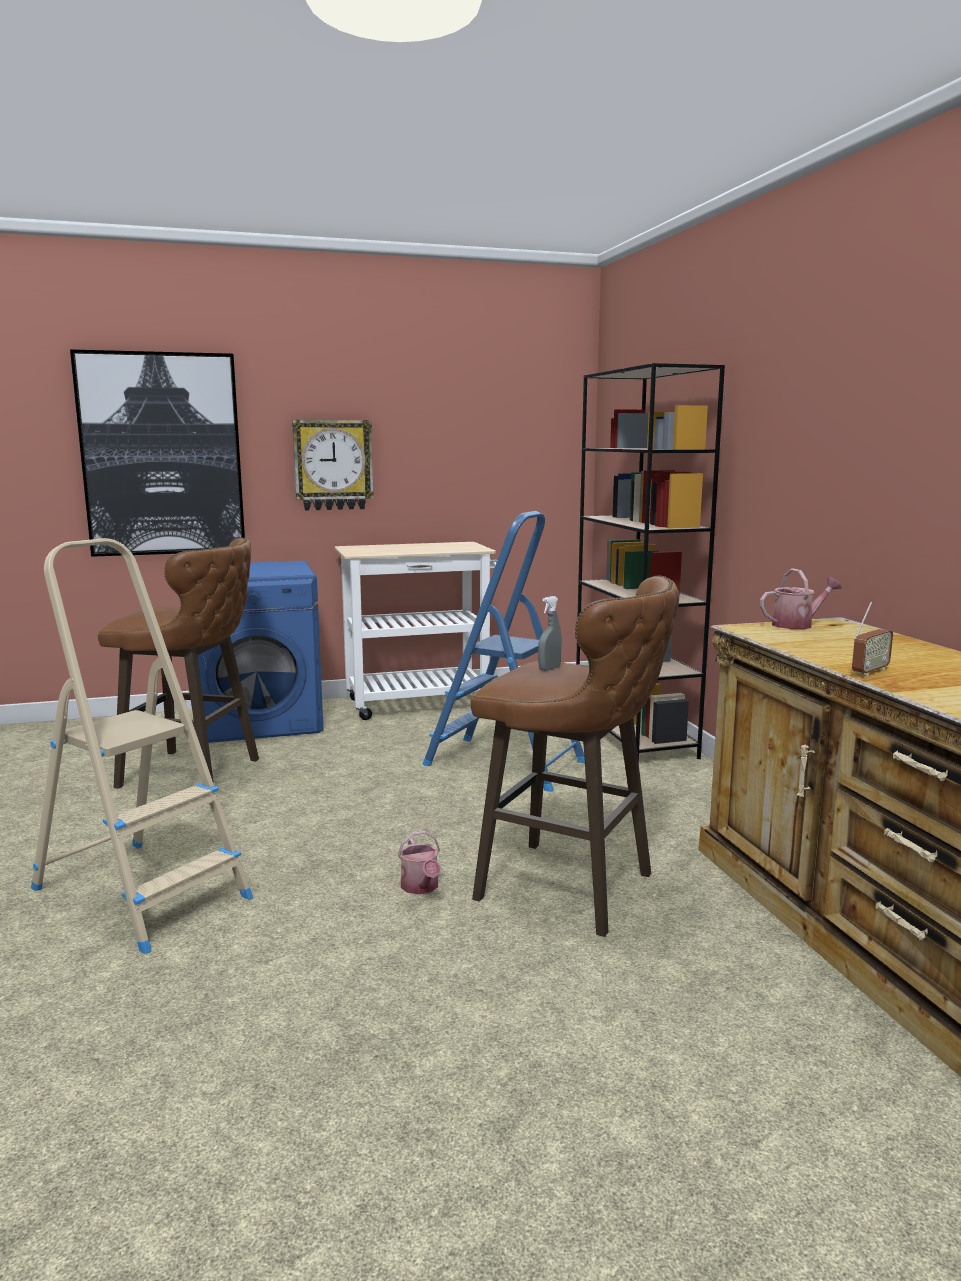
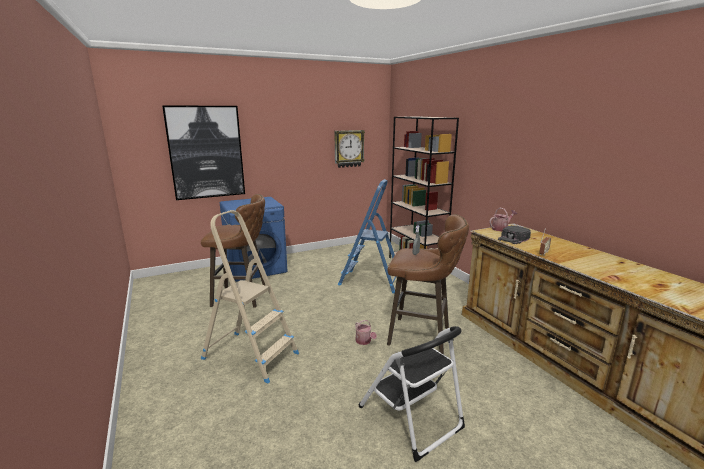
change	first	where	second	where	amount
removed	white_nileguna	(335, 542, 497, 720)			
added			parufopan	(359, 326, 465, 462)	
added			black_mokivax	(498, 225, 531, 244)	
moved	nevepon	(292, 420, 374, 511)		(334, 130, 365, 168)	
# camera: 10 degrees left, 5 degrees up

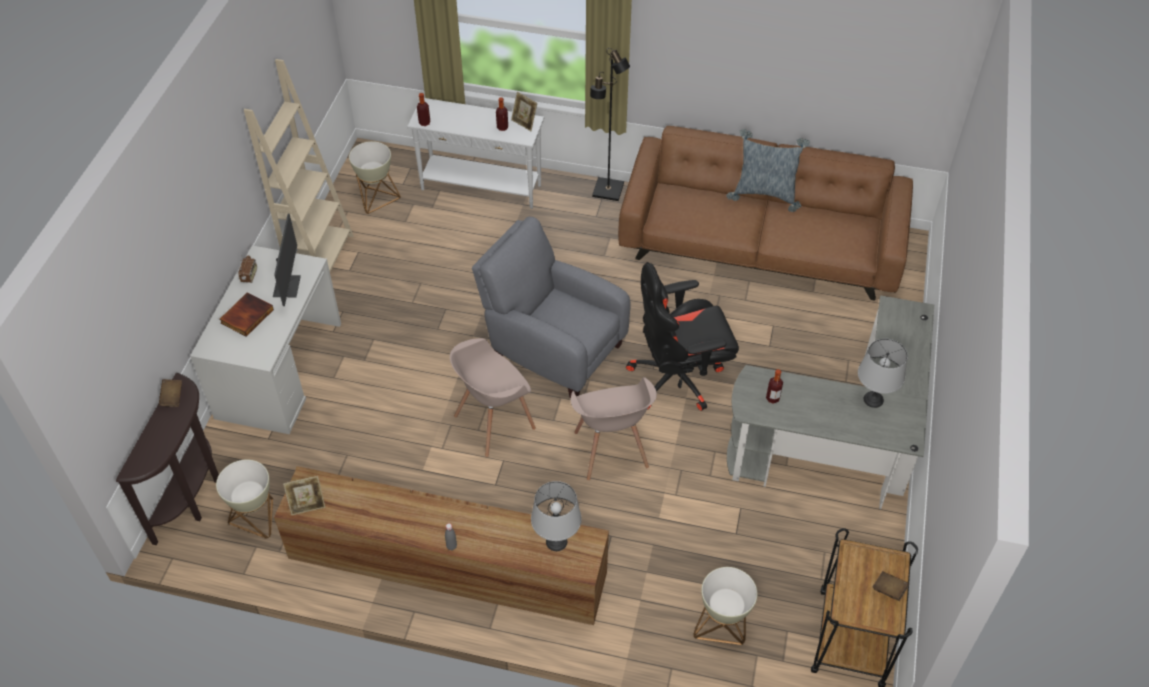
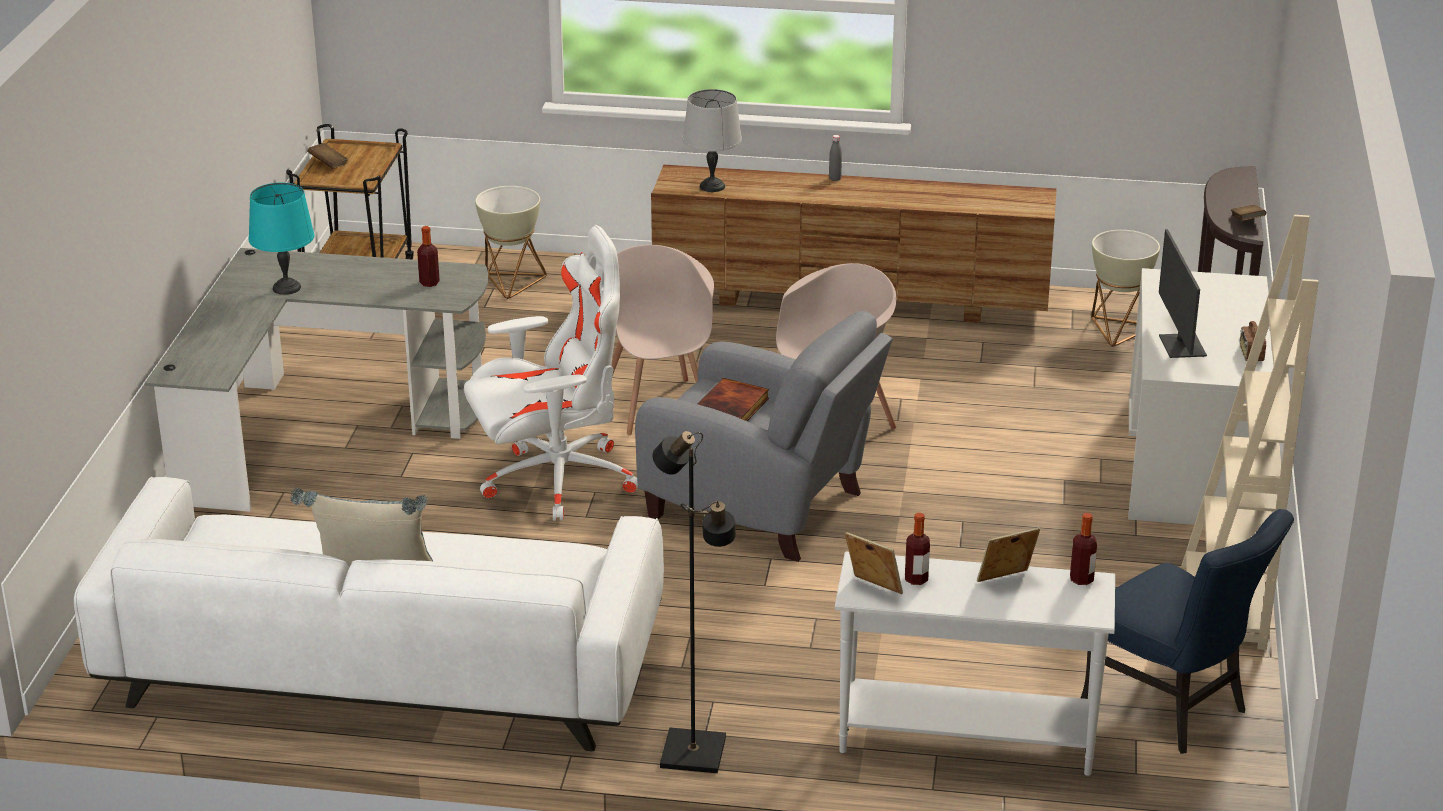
change	first	where	second	where	amount
moved	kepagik	(220, 293, 274, 337)		(697, 378, 769, 421)	
moved	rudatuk	(283, 476, 325, 515)		(977, 527, 1040, 582)	
replaced	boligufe	(349, 141, 401, 214)	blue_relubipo	(1081, 509, 1294, 754)	
recoloured	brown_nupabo	(618, 126, 913, 300)	white_nupabo	(74, 477, 664, 751)	
recoloured	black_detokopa	(626, 262, 739, 411)	white_detokopa	(464, 225, 638, 521)	
recoloured	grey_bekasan	(858, 339, 908, 408)	turquoise_bekasan	(248, 183, 314, 295)	
# camera: 175 degrees right, 20 degrees down

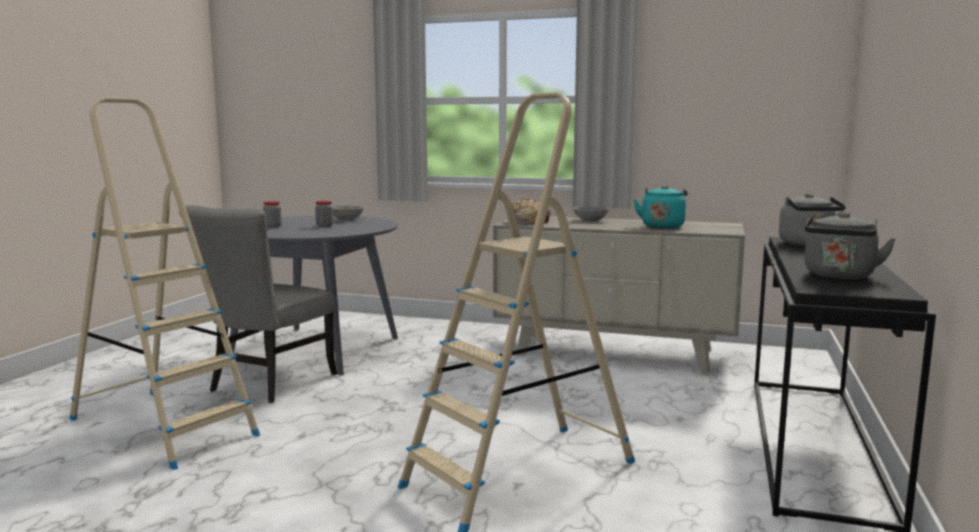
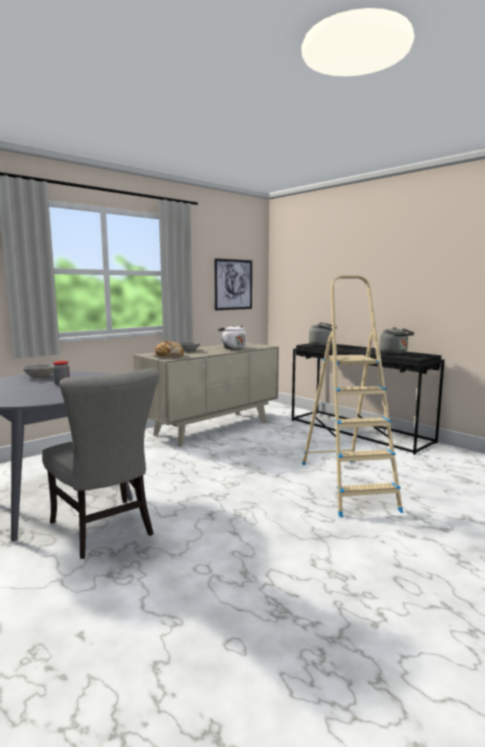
change	first	where	second	where	amount
removed	beige_parufopan	(69, 97, 260, 470)			
removed	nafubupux	(263, 201, 282, 228)			
added			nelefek	(214, 258, 252, 310)	
recoloured	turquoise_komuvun	(633, 186, 688, 229)	white_komuvun	(218, 325, 247, 349)	
# camera: 60 degrees left, 0 degrees up

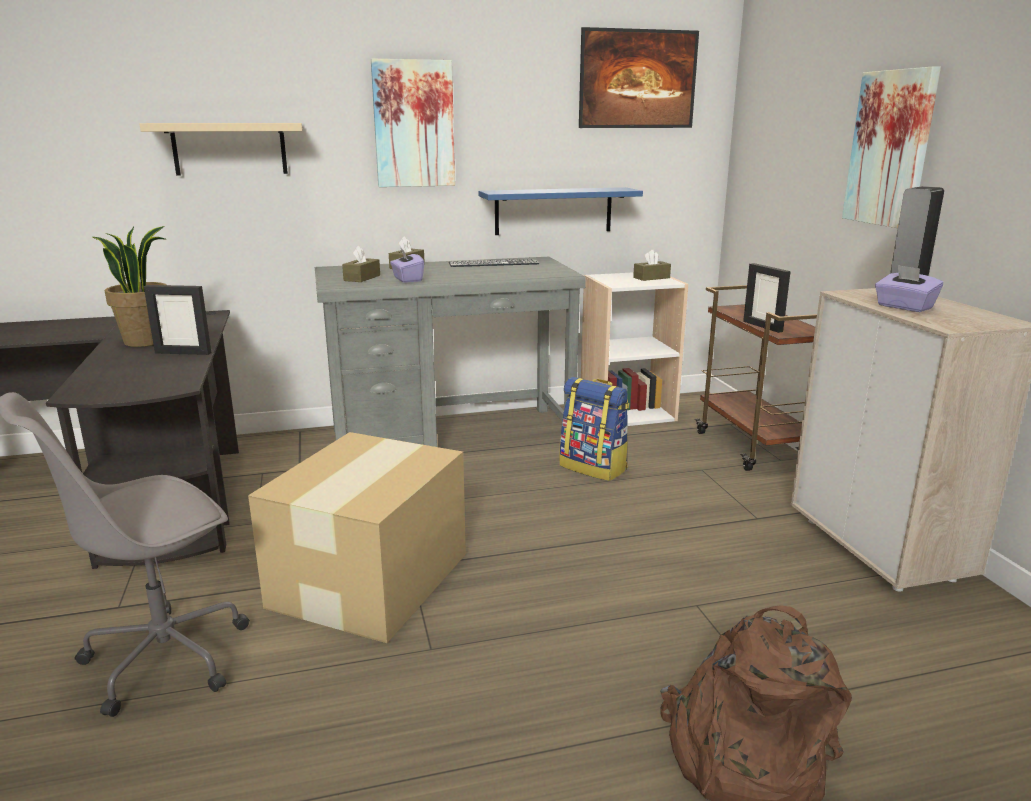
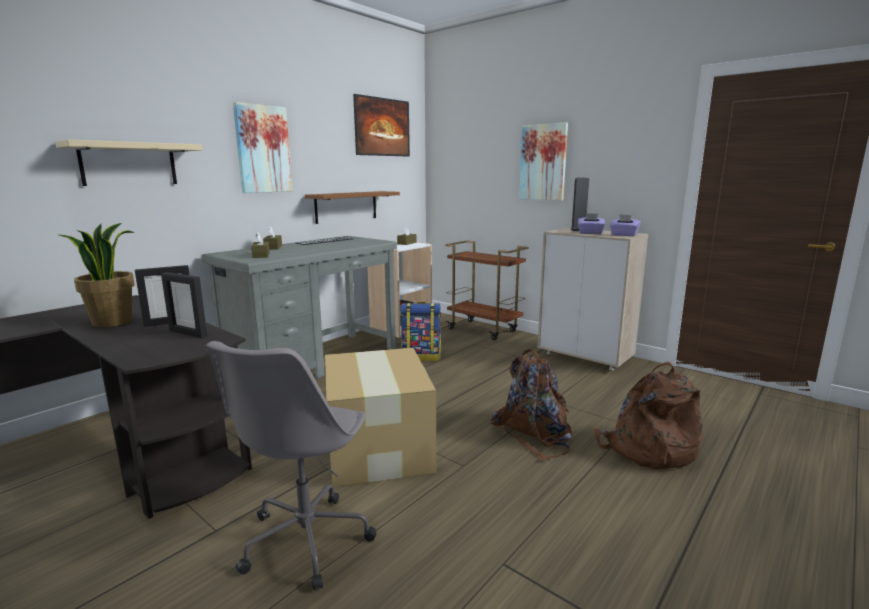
change	first	where	second	where	amount
added			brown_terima	(490, 349, 572, 461)	
moved	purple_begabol	(390, 249, 424, 283)		(610, 214, 641, 236)	
moved	rudatuk	(743, 263, 791, 333)		(161, 272, 207, 338)	
recoloured	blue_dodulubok	(479, 187, 643, 235)	brown_dodulubok	(305, 191, 400, 224)	
# camera: 35 degrees left, 5 degrees down

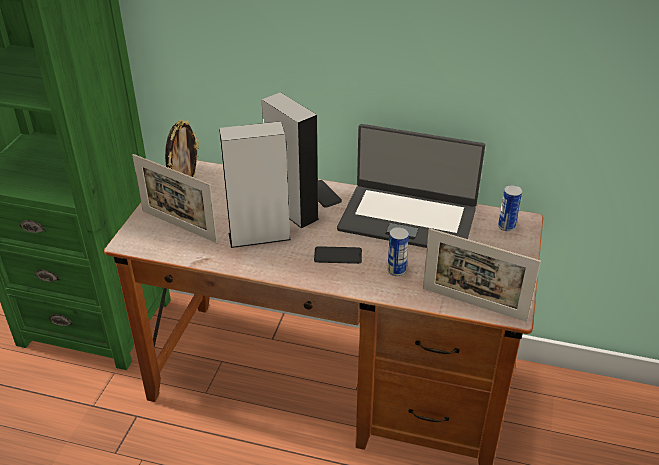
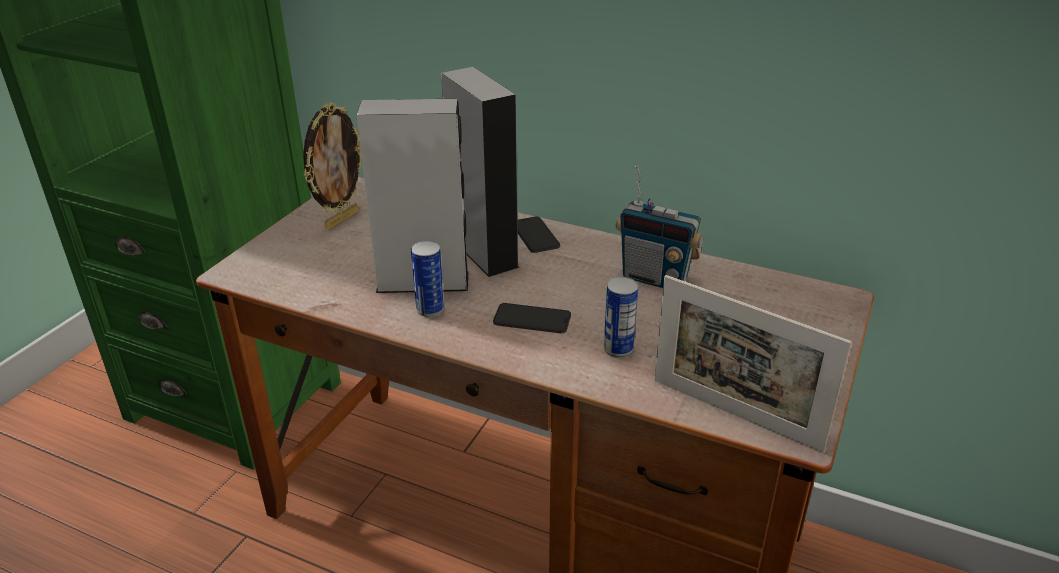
change	first	where	second	where	amount
removed	rudatuk	(132, 154, 217, 243)			
moved	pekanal	(498, 185, 522, 232)		(411, 240, 444, 317)	
replaced	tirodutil	(337, 124, 485, 248)	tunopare	(616, 165, 704, 288)	
# camera: 10 degrees right, 5 degrees down

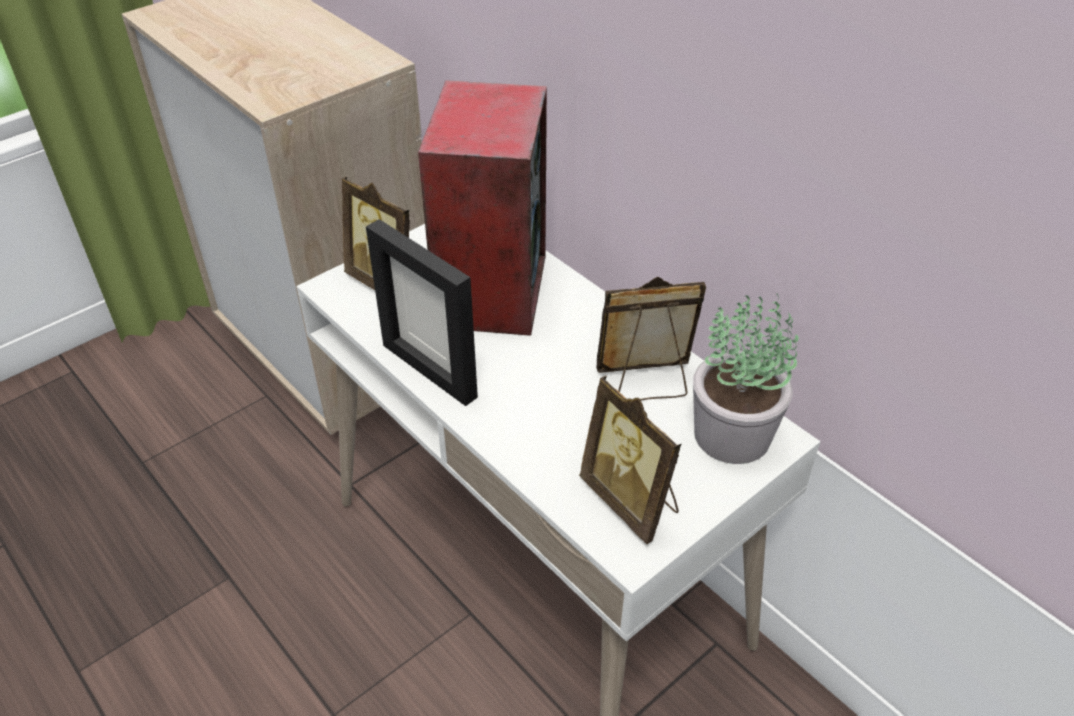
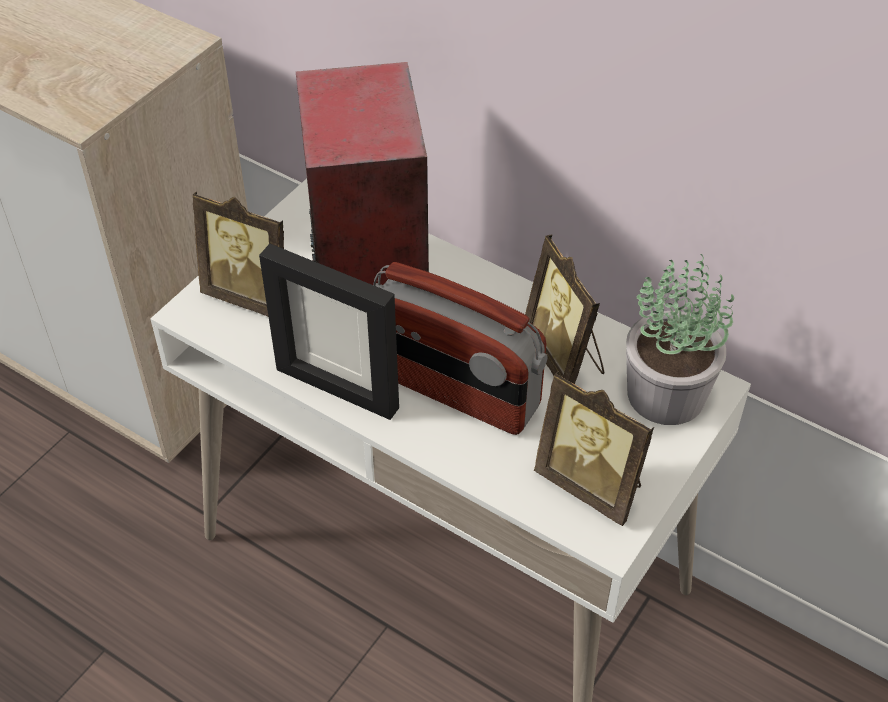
change	first	where	second	where	amount
added			tunopare	(373, 262, 548, 435)	
turned	rudatuk	(596, 277, 706, 401)		(525, 234, 605, 384)	90 degrees counterclockwise
# camera: 15 degrees left, 5 degrees up

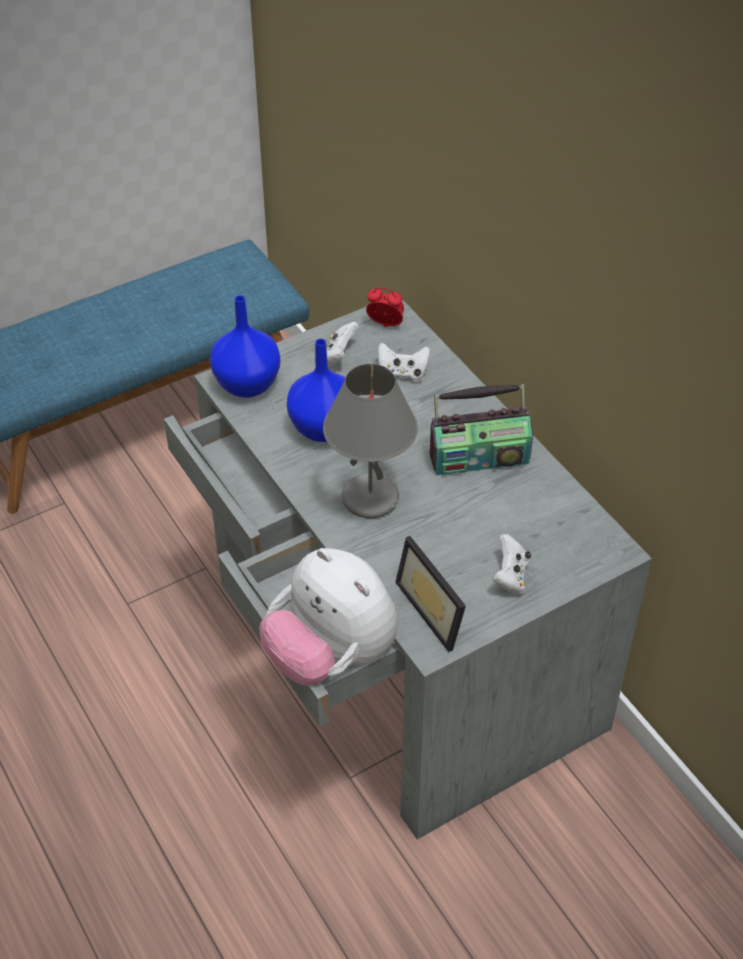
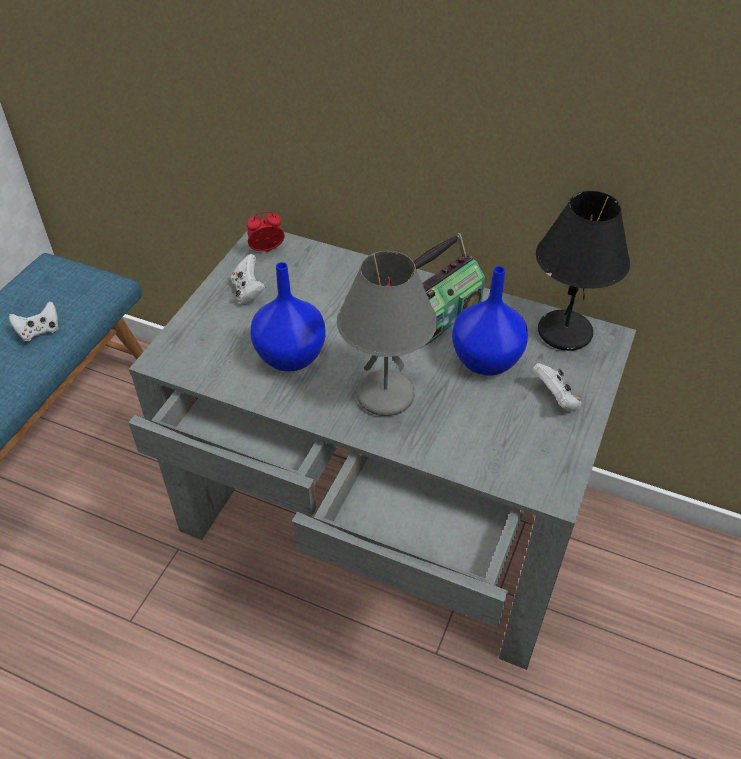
change	first	where	second	where	amount
removed	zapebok	(259, 548, 398, 685)			
removed	rudatuk	(395, 536, 466, 652)			
added			black_bekasan	(536, 191, 630, 351)	
moved	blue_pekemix	(210, 295, 280, 398)		(452, 266, 528, 376)	
moved	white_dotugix	(378, 343, 430, 381)		(9, 301, 58, 341)	
# camera: 35 degrees left, 0 degrees up

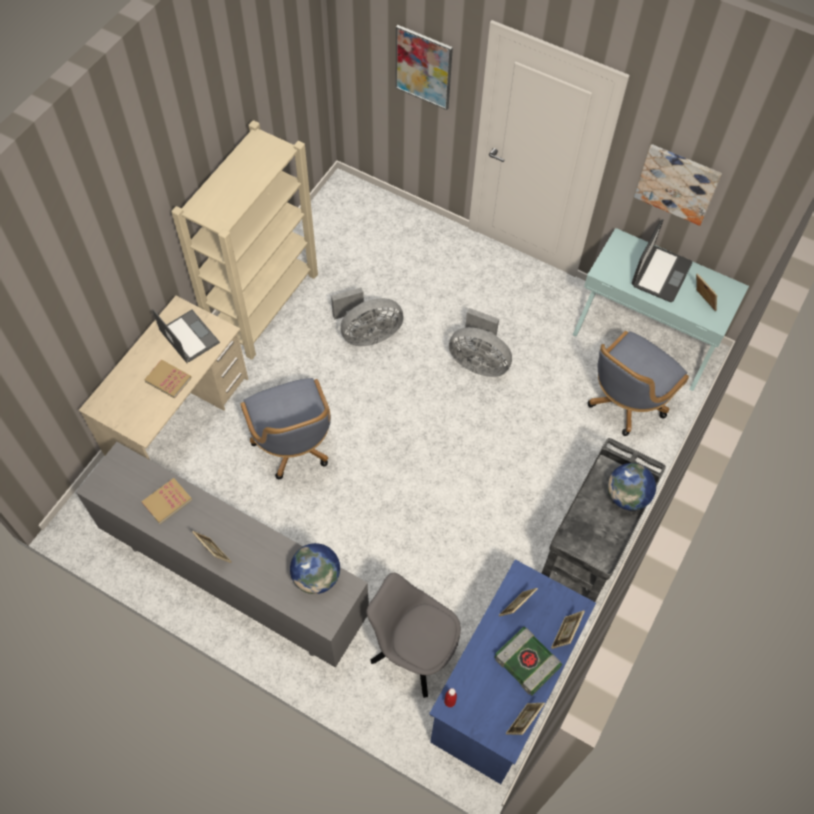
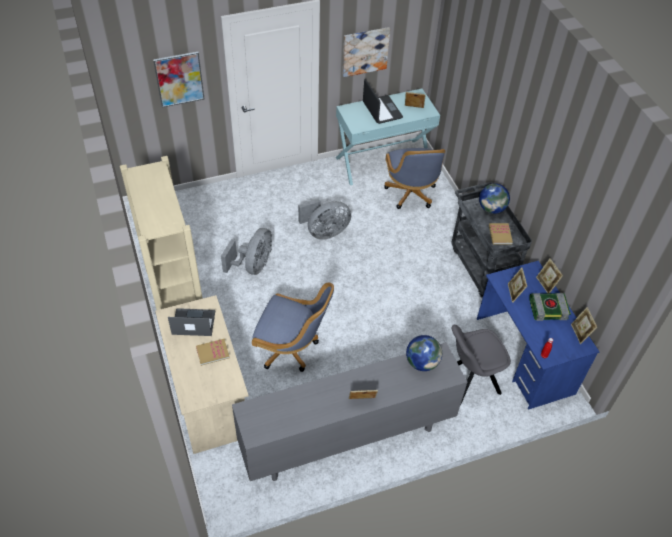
change	first	where	second	where	amount
moved	kepagik	(141, 478, 192, 524)		(489, 223, 513, 245)	
# camera: 50 degrees left, 10 degrees down

